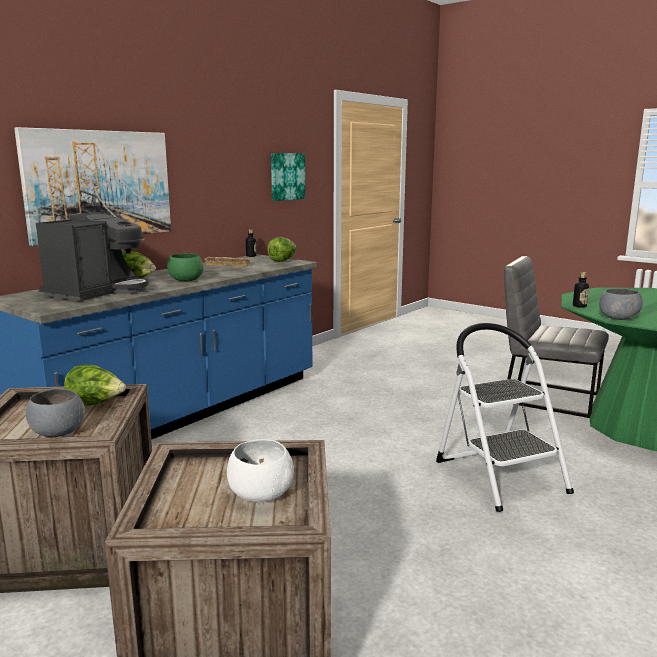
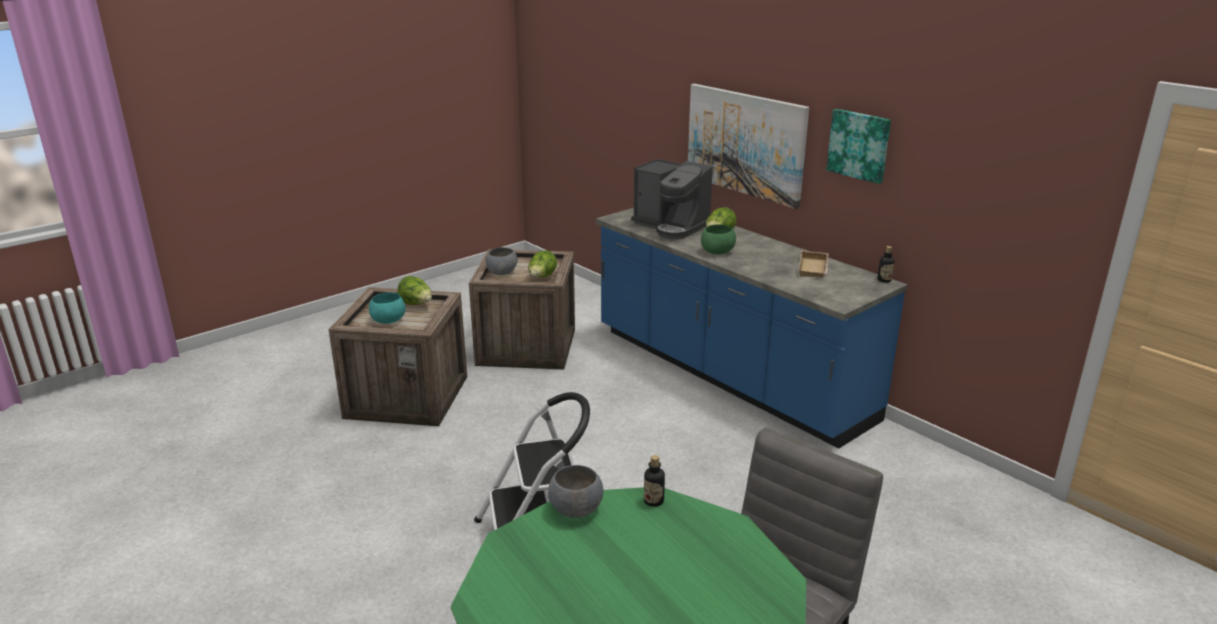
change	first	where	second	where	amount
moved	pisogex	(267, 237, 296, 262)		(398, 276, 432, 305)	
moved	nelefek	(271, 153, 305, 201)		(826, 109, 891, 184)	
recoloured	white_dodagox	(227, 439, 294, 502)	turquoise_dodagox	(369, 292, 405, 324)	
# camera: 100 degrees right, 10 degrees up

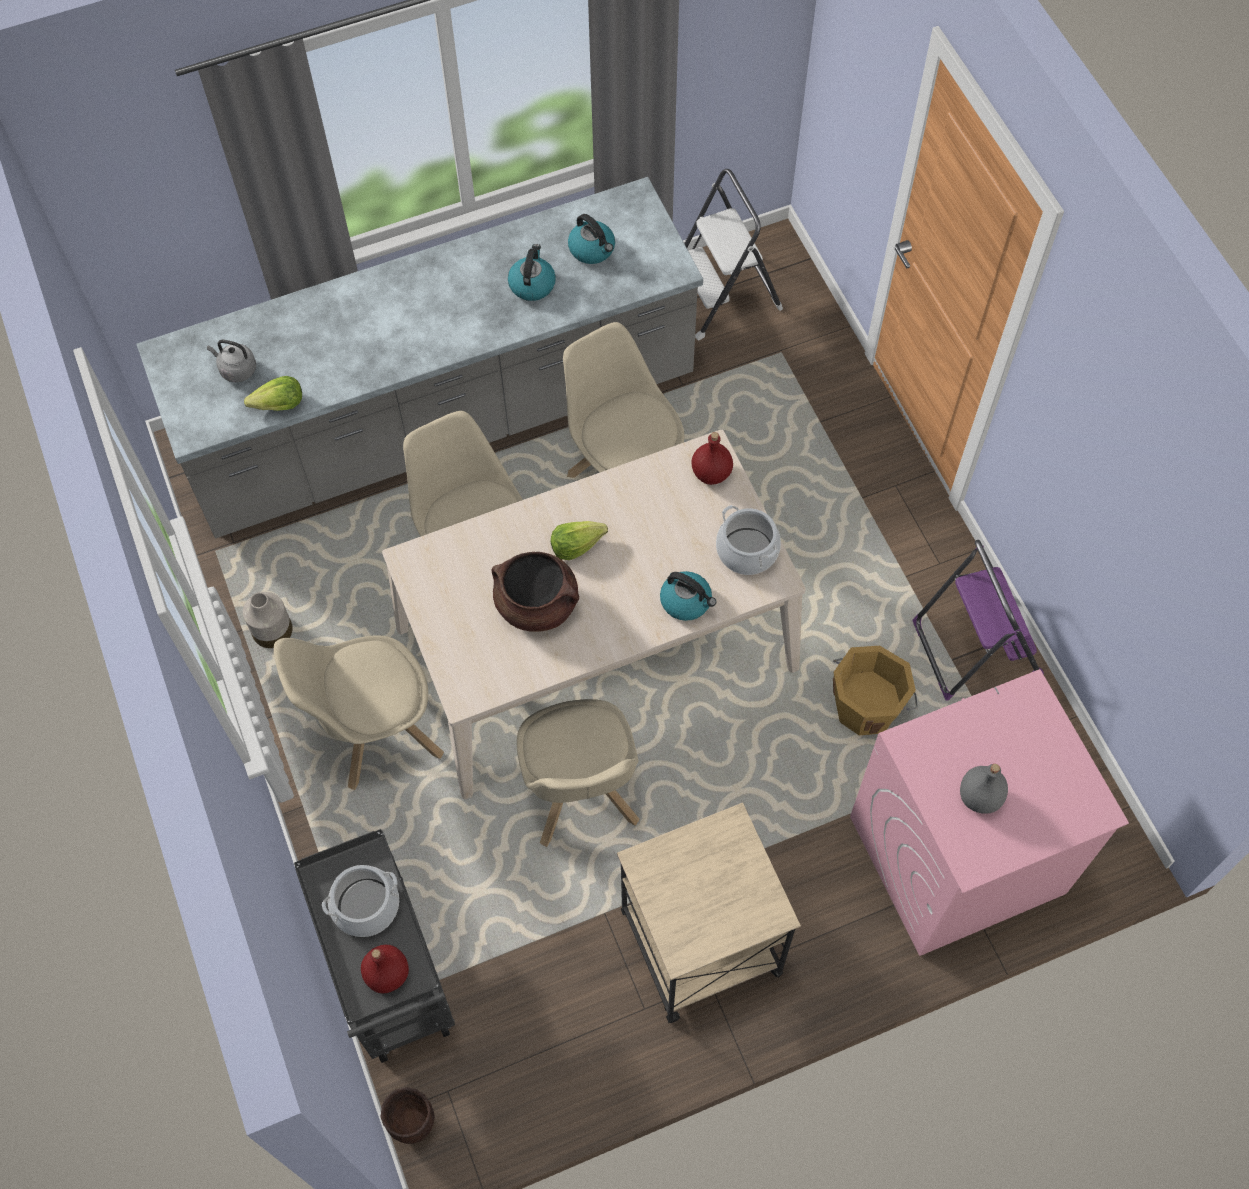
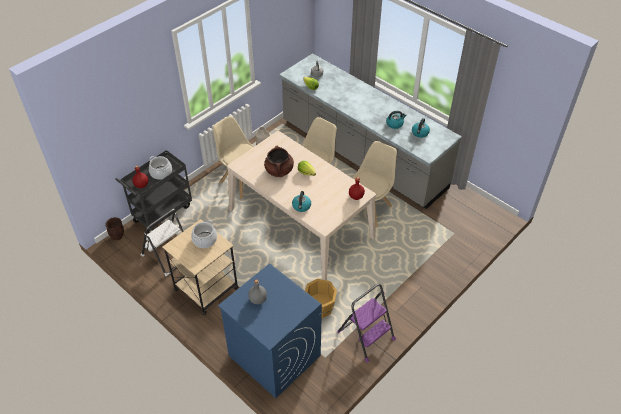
change	first	where	second	where	amount
removed	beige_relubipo	(517, 699, 640, 847)			
moved	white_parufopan	(684, 169, 783, 340)		(141, 209, 183, 276)	
moved	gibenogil	(716, 505, 781, 575)		(191, 220, 217, 248)	
recoloured	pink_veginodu	(850, 669, 1129, 956)	blue_veginodu	(218, 263, 322, 398)	
# camera: 65 degrees right, 15 degrees down

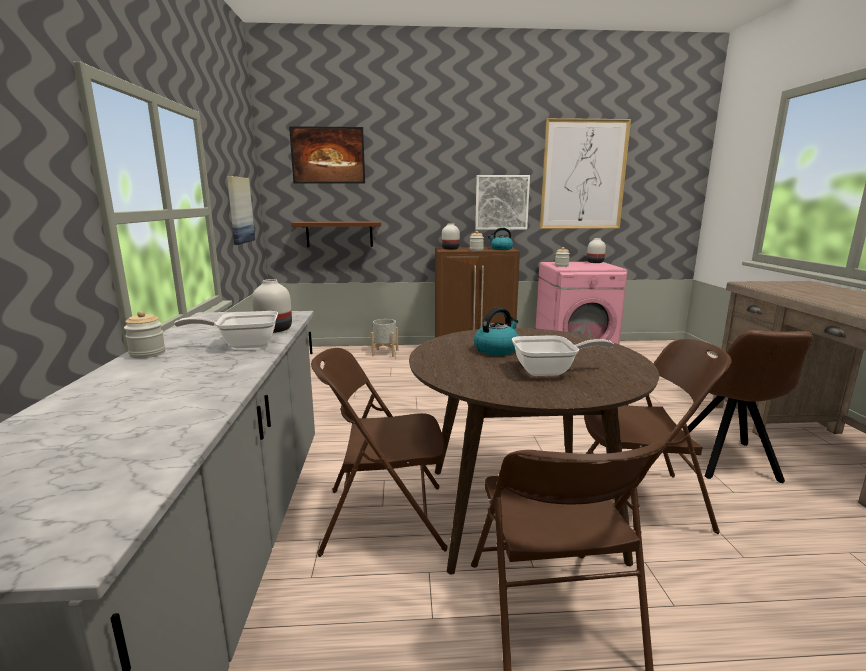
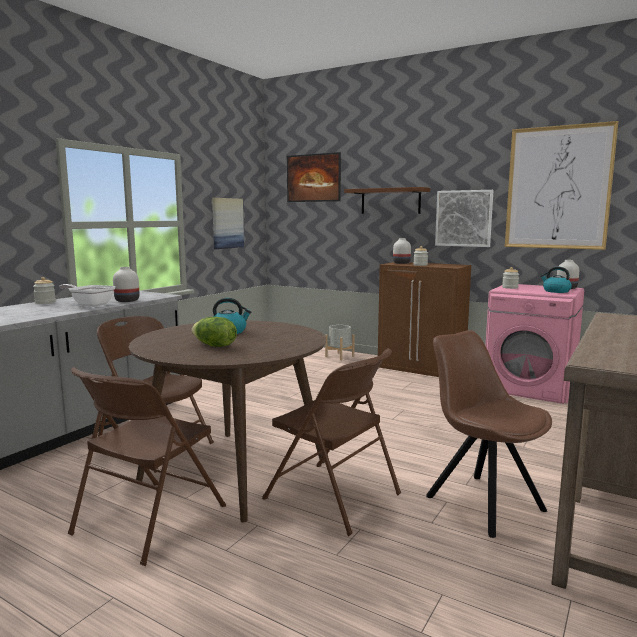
change	first	where	second	where	amount
moved	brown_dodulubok	(291, 221, 381, 247)		(344, 187, 430, 214)	
moved	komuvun	(488, 228, 513, 250)		(540, 267, 572, 293)	
replaced	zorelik	(512, 335, 614, 376)	pisogex	(192, 317, 237, 347)	
turned	brown_relubipo	(683, 330, 813, 483)		(427, 330, 552, 538)	105 degrees clockwise
# camera: 35 degrees right, 5 degrees down

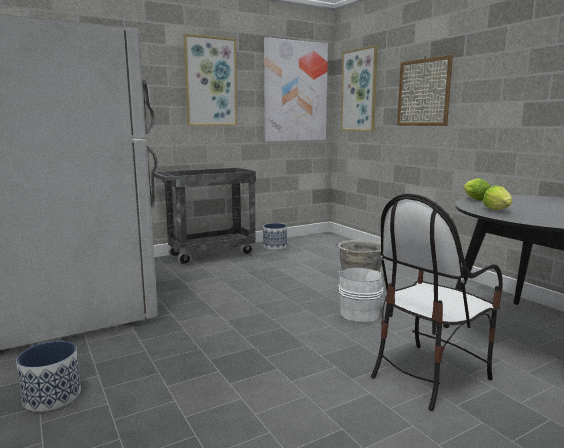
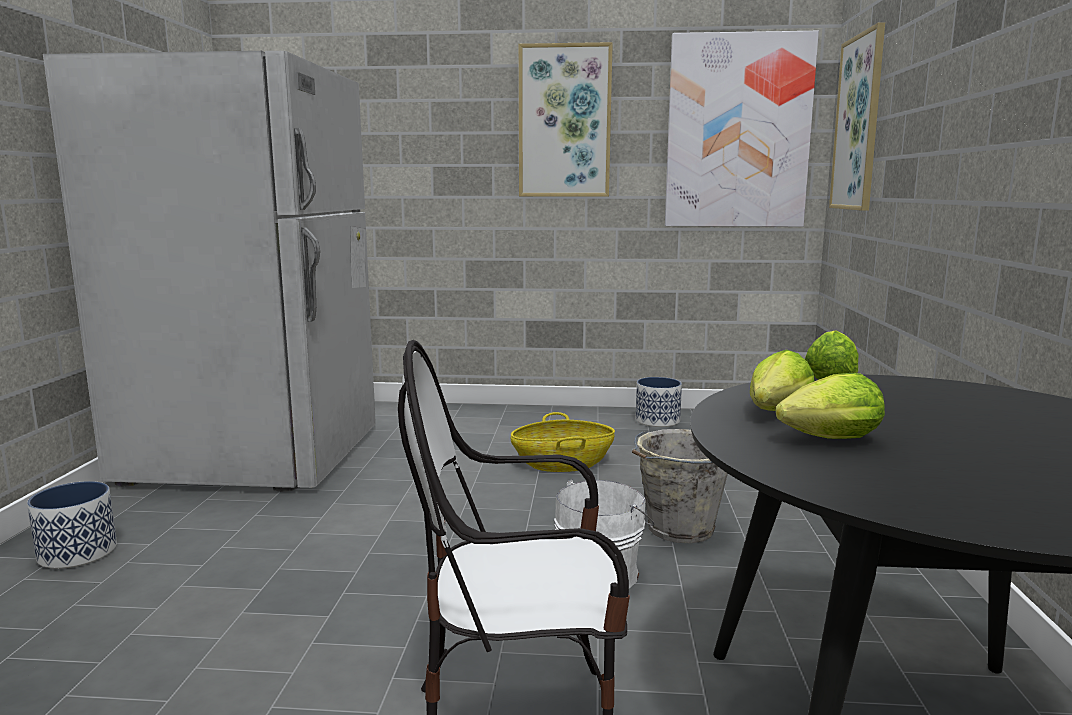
change	first	where	second	where	amount
removed	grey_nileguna	(154, 168, 256, 266)			
removed	nelefek	(397, 55, 453, 126)			
added			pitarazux	(511, 412, 615, 472)	
added			pisogex	(775, 373, 885, 439)	
# camera: 35 degrees right, 0 degrees up

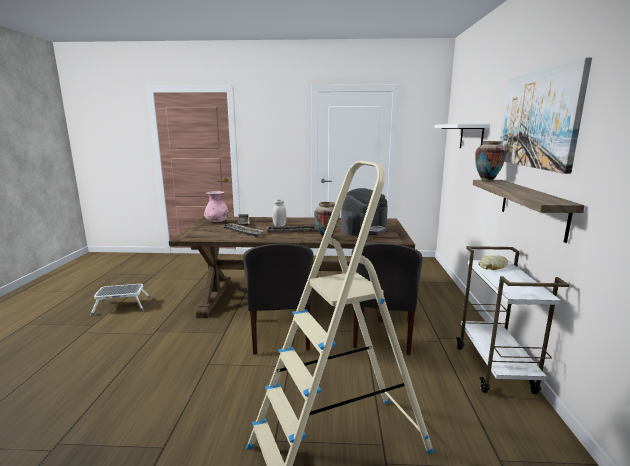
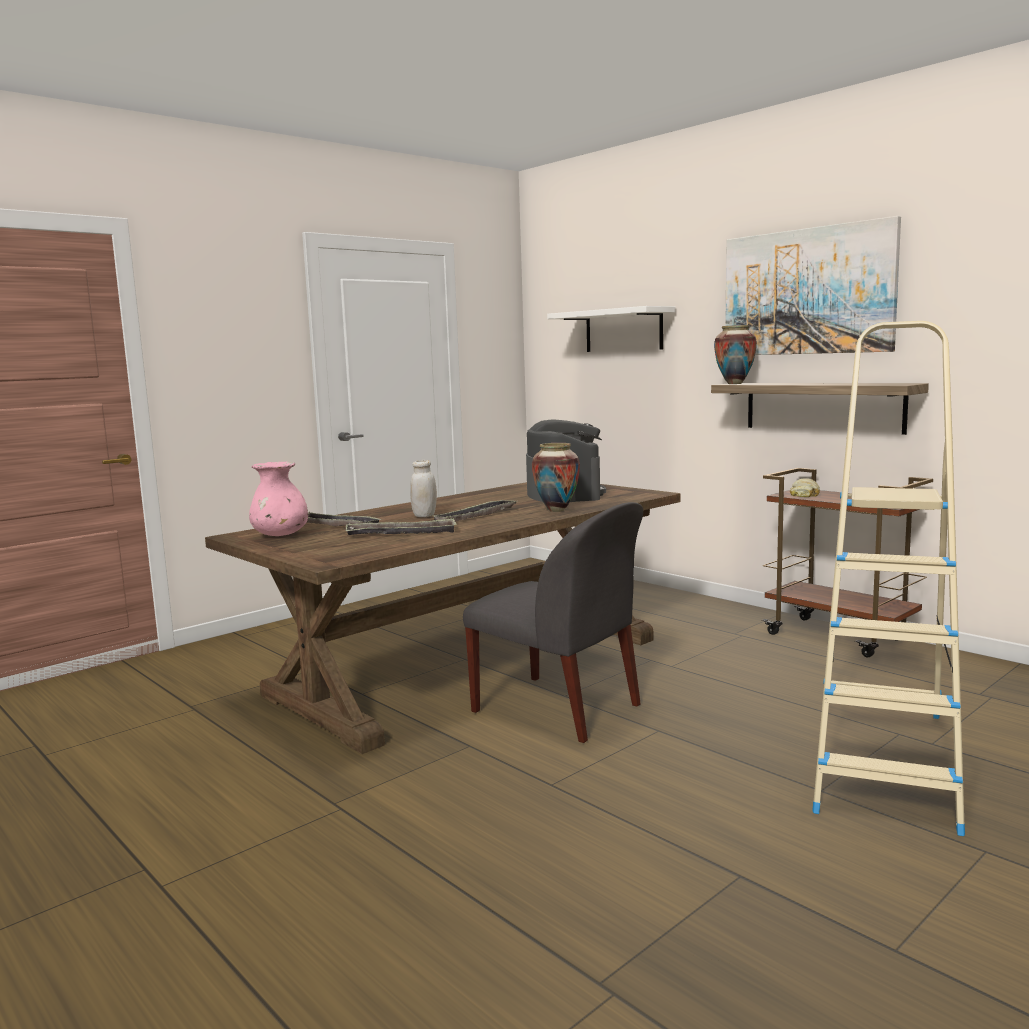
change	first	where	second	where	amount
removed	grey_parufopan	(90, 284, 150, 316)			
removed	grey_relubipo	(352, 243, 423, 355)			
recoloured	white_nileguna	(456, 246, 569, 394)	brown_nileguna	(762, 468, 933, 657)	
# camera: 45 degrees left, 5 degrees down

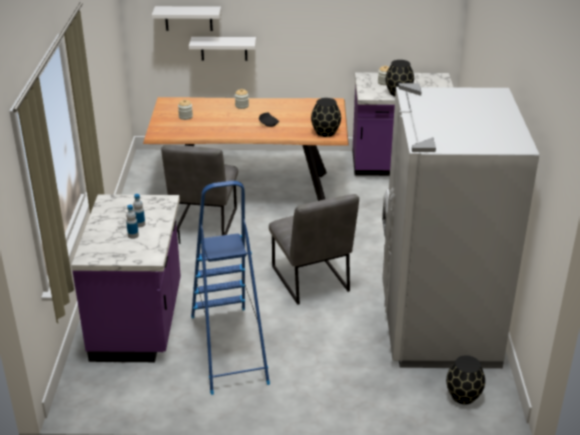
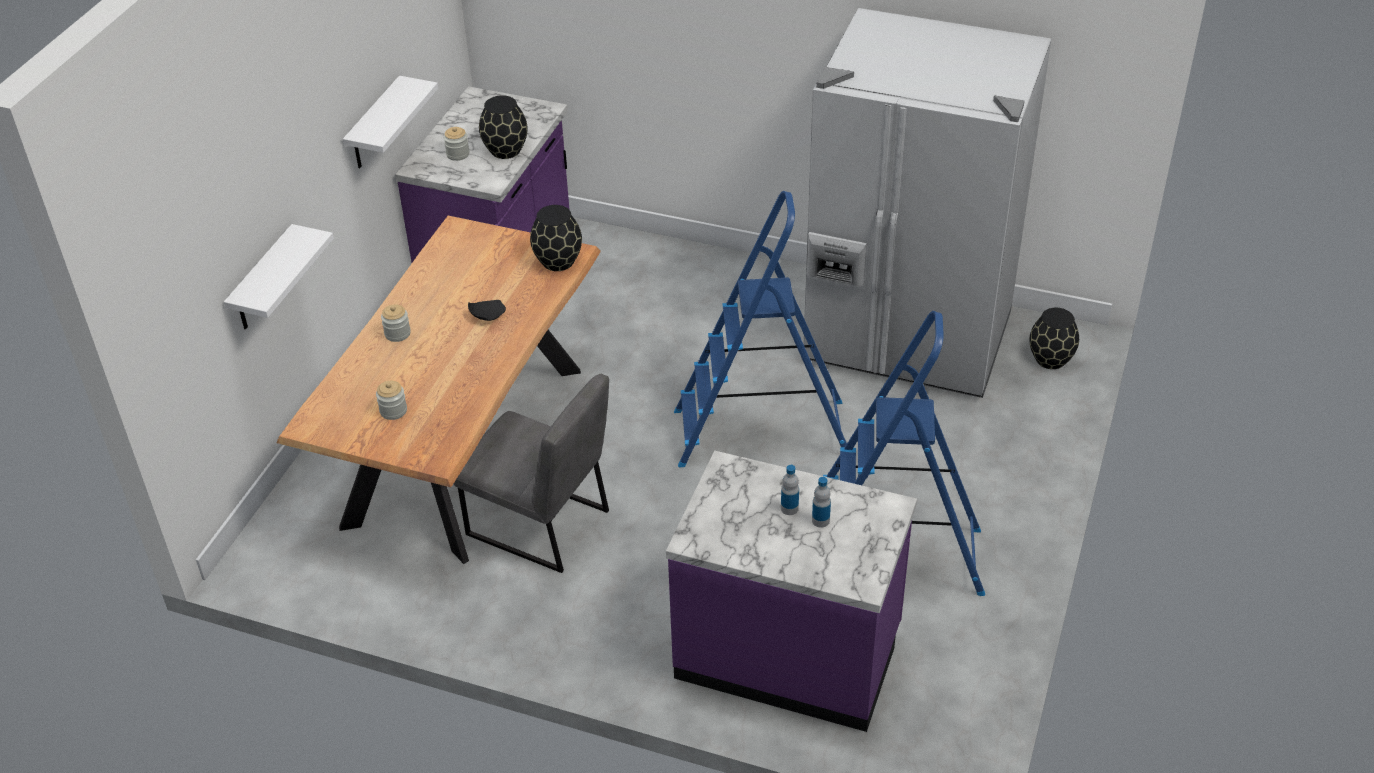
change	first	where	second	where	amount
moved	white_dodulubok	(152, 6, 221, 31)		(343, 76, 438, 168)	
replaced	grey_relubipo	(269, 194, 359, 305)	blue_parufopan	(674, 191, 847, 467)	
# camera: 70 degrees left, 10 degrees up

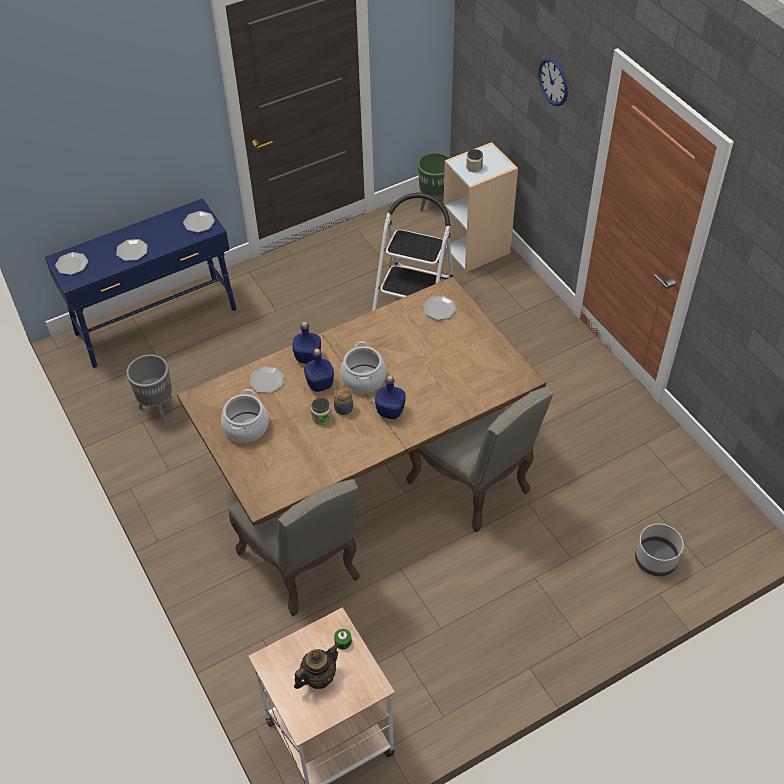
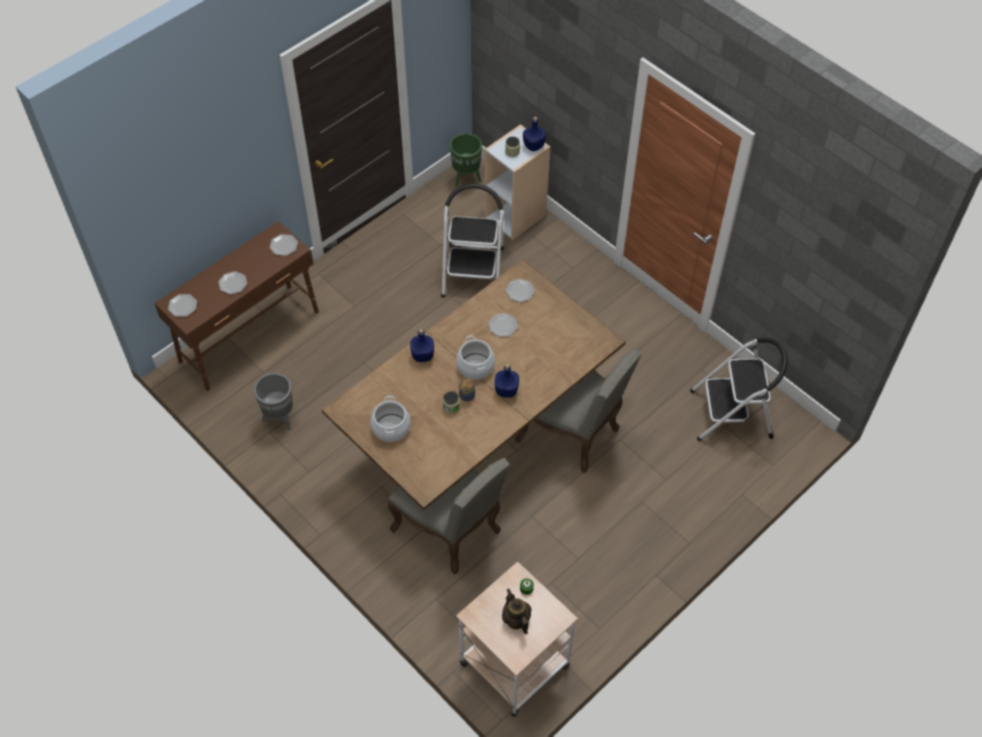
change	first	where	second	where	amount
removed	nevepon	(538, 58, 568, 106)			
removed	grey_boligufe	(635, 524, 684, 576)			
added			parufopan	(690, 338, 788, 441)	
moved	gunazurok	(249, 366, 285, 393)		(488, 313, 518, 337)	
moved	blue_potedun	(304, 348, 334, 392)		(523, 117, 546, 151)	
recoloured	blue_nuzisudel	(45, 199, 236, 368)	brown_nuzisudel	(155, 221, 319, 391)	
turned	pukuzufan	(294, 643, 340, 689)		(502, 589, 531, 634)	60 degrees counterclockwise
# camera: 15 degrees left, 5 degrees up

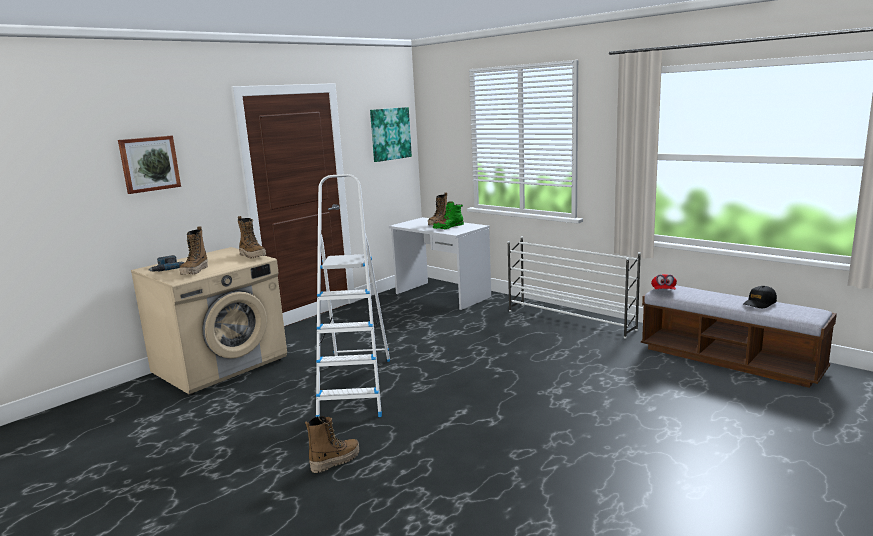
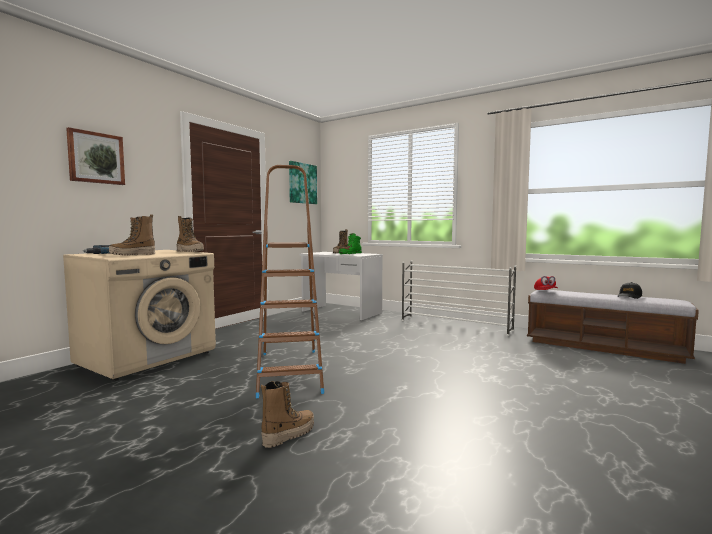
change	first	where	second	where	amount
recoloured	white_parufopan	(316, 174, 390, 417)	brown_parufopan	(256, 165, 324, 398)	
turned	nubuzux	(179, 227, 208, 275)		(109, 214, 155, 256)	45 degrees clockwise
# camera: 10 degrees left, 10 degrees down

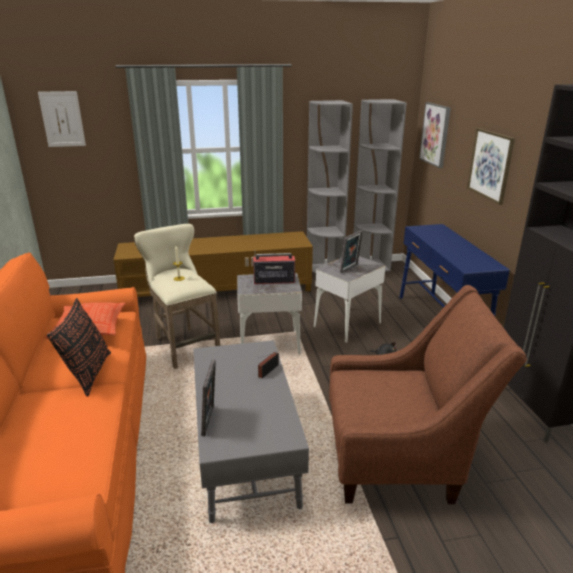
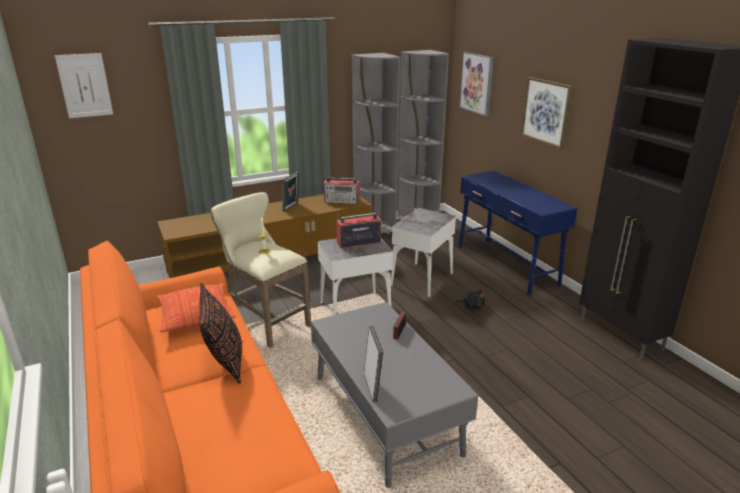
change	first	where	second	where	amount
removed	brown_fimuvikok	(329, 285, 527, 504)			
added			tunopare	(324, 177, 360, 204)	
moved	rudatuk	(340, 230, 363, 273)		(282, 172, 299, 212)	
# camera: 15 degrees left, 0 degrees up

